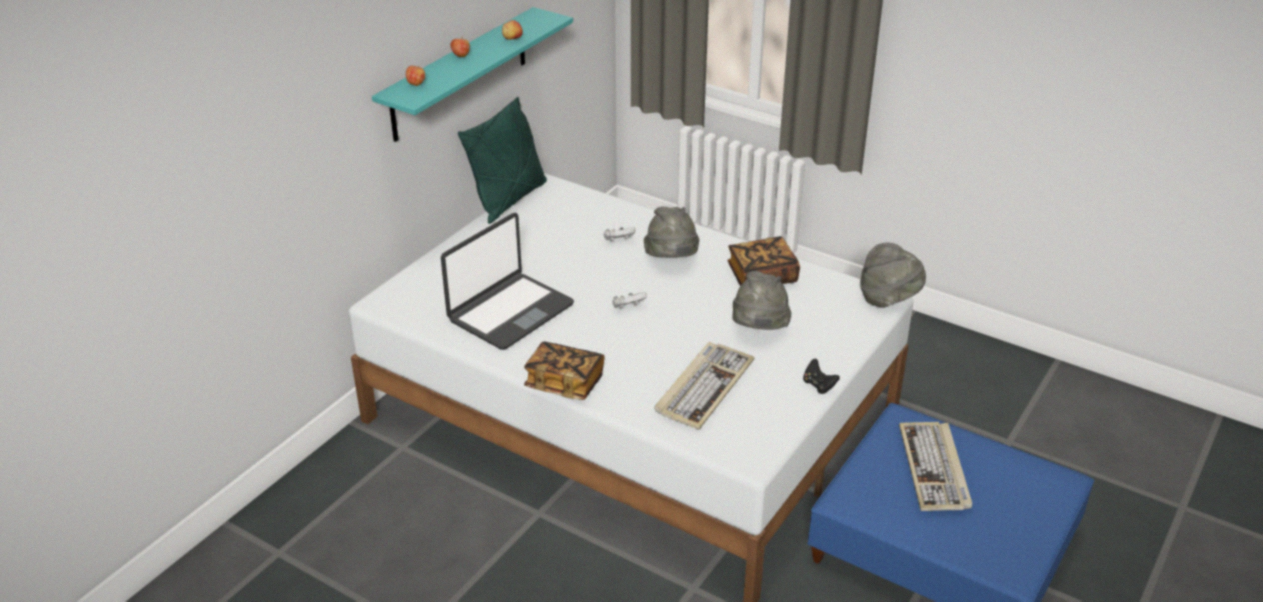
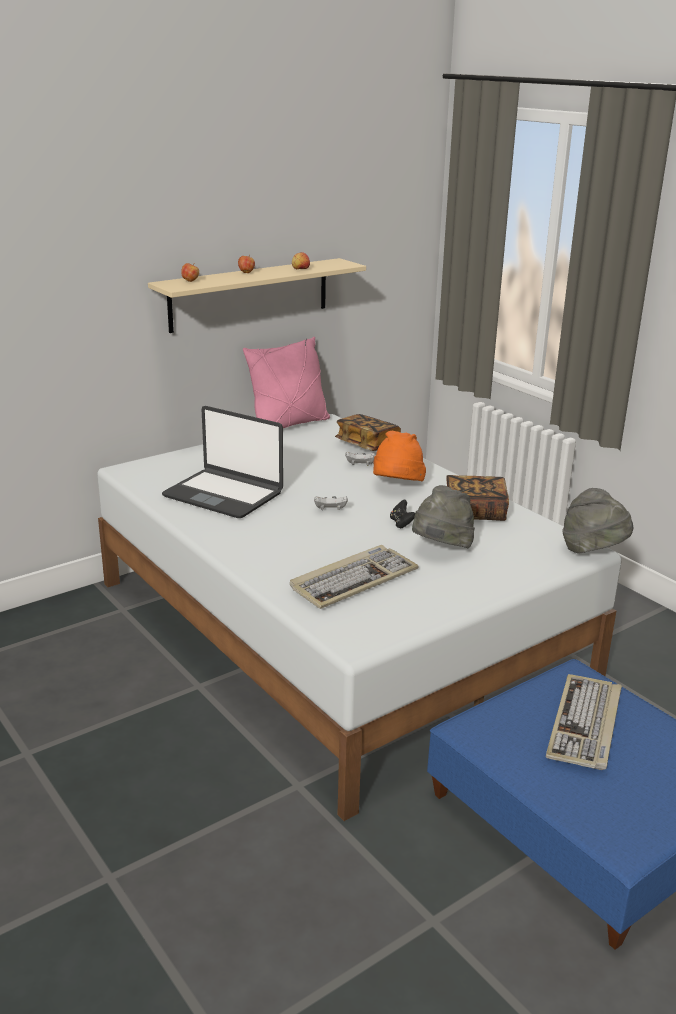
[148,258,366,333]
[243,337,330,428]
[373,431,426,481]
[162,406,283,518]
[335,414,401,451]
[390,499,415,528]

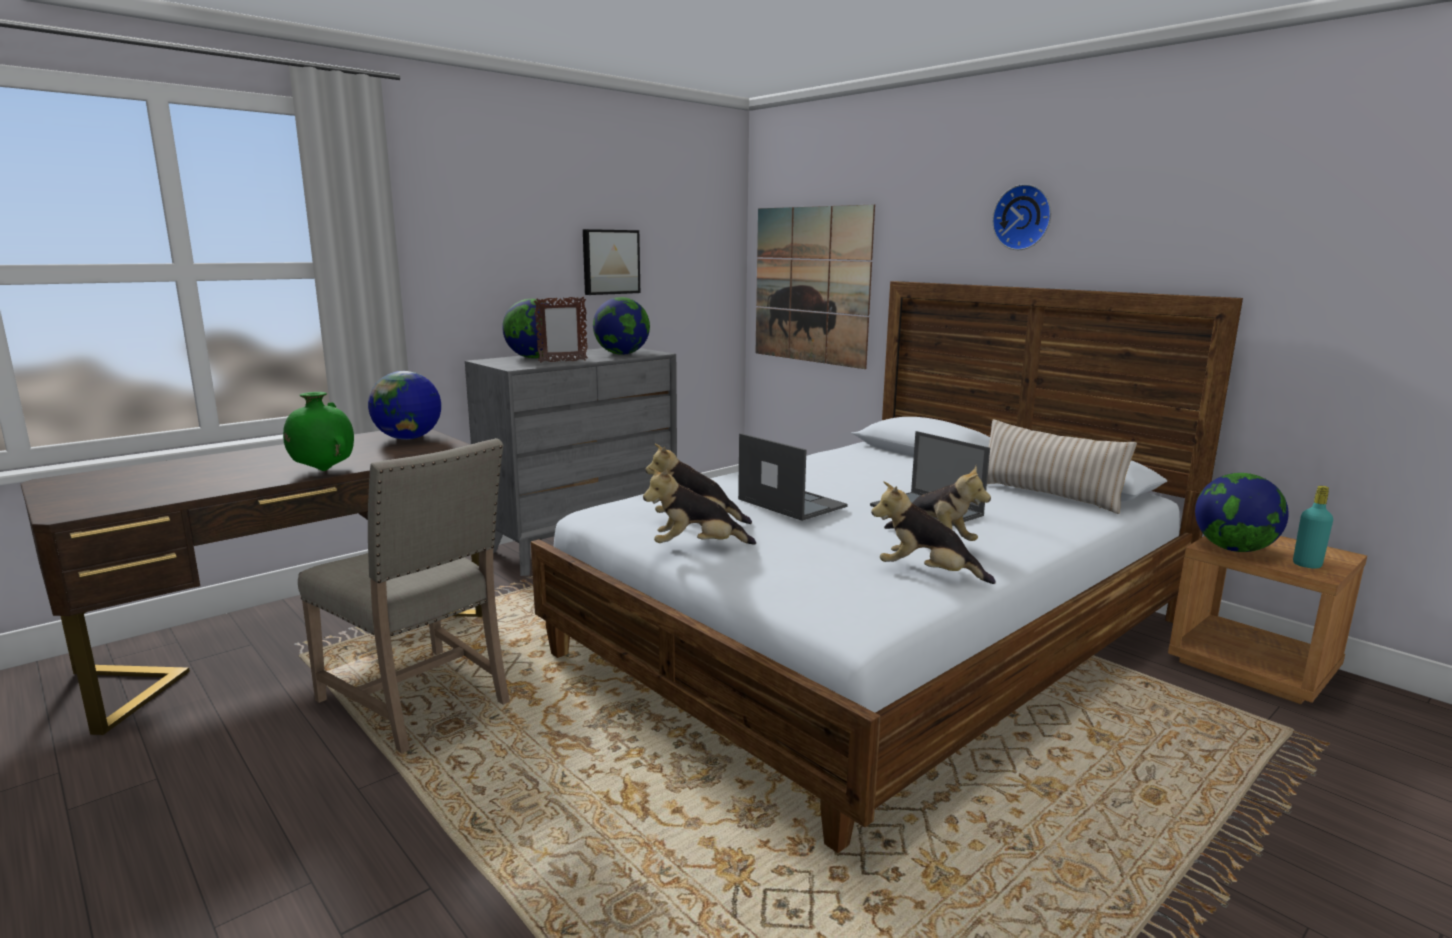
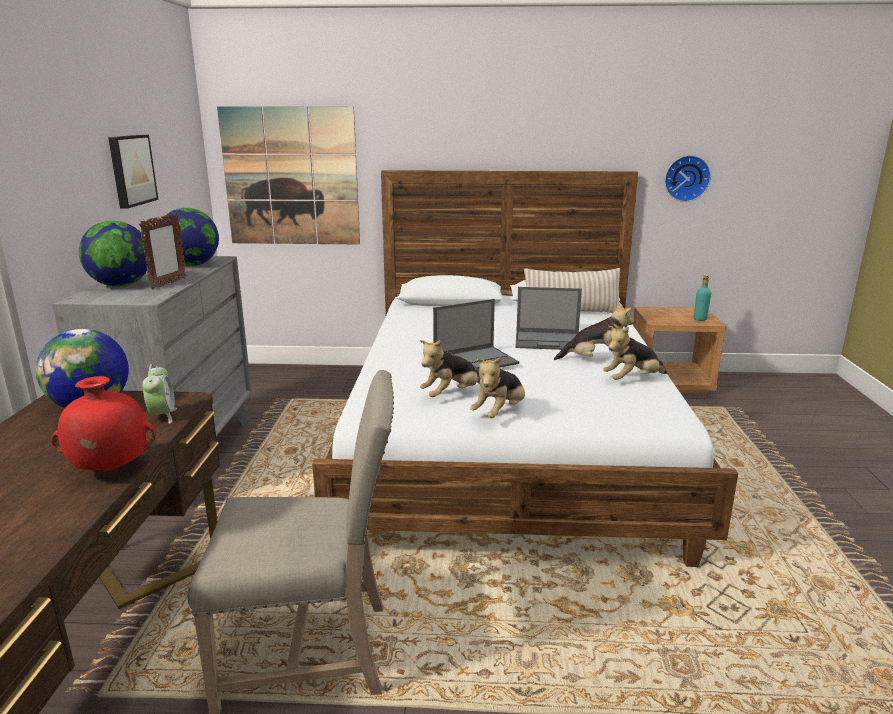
[665,155,711,202]
[51,376,156,471]
[433,299,519,372]
[1195,473,1289,552] (first image)
[142,364,177,424]

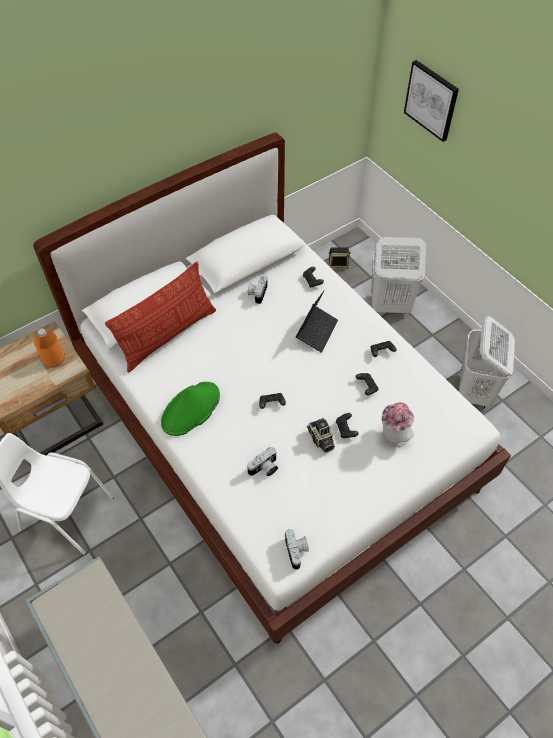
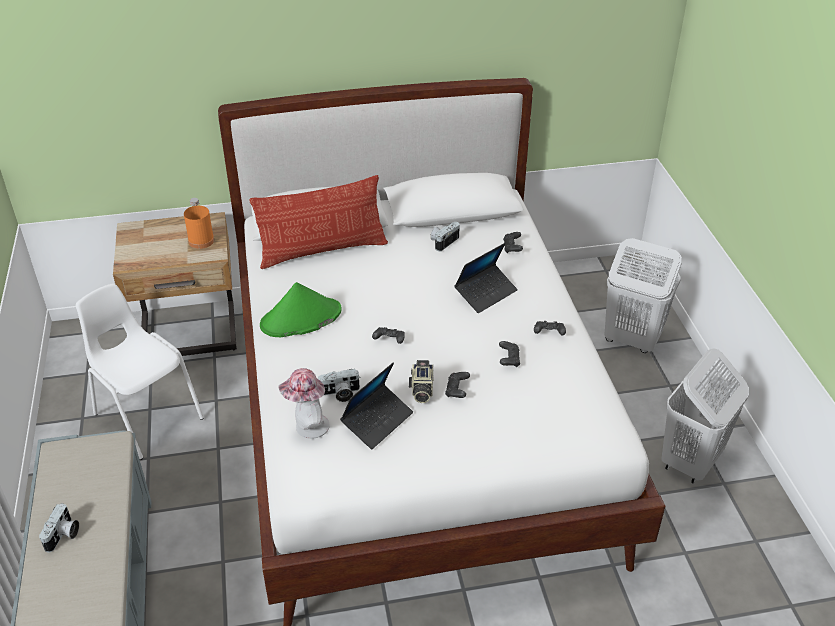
[404,60,459,142] (first image)
[329,247,351,269] (first image)
[278,368,330,439]
[39,503,79,553]
[340,362,413,449]

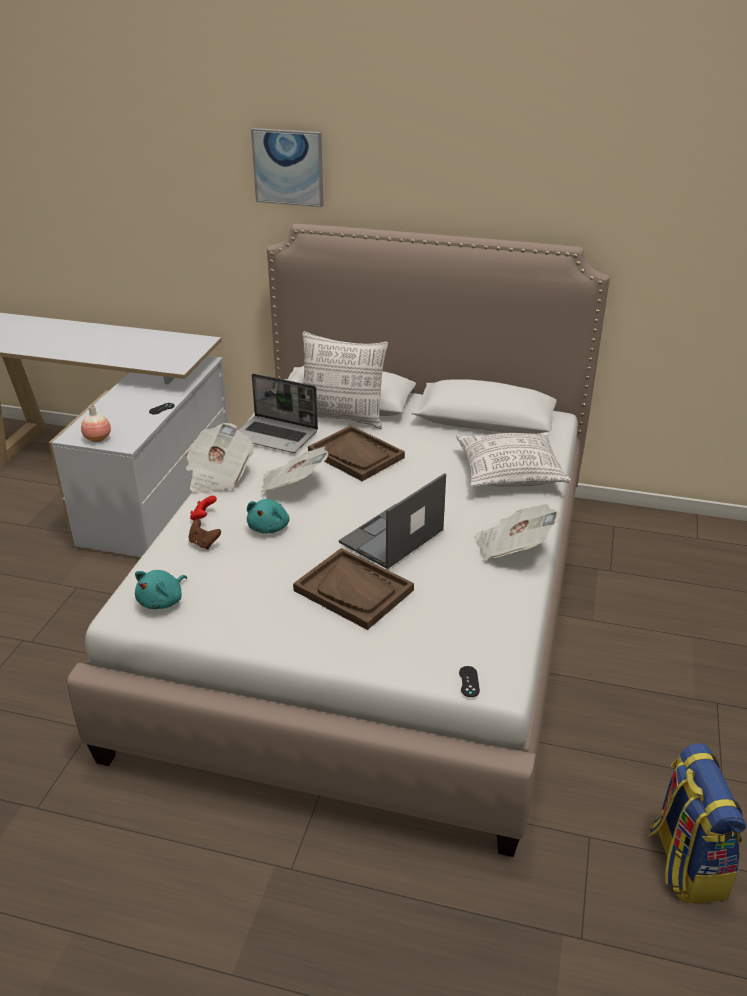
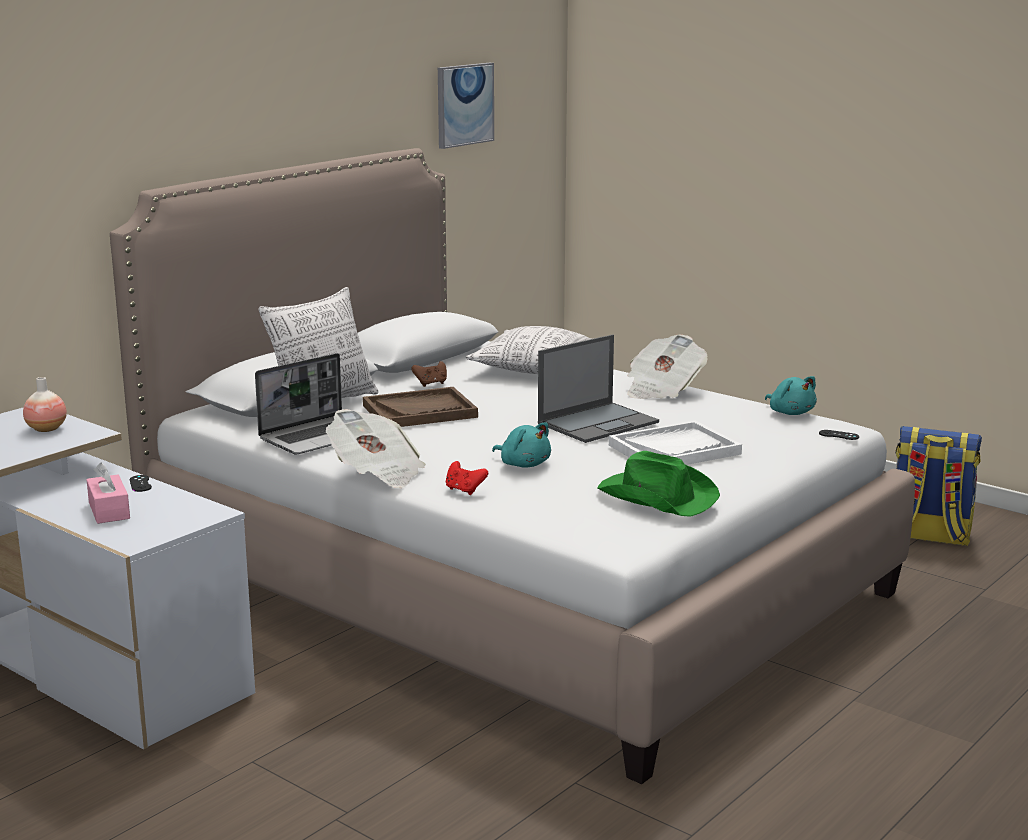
[438,63,494,149]
[23,377,67,432]
[261,447,328,492] (first image)
[538,334,659,443]
[411,361,447,387]
[609,421,742,465]
[765,376,817,415]
[597,451,720,517]
[86,463,130,524]

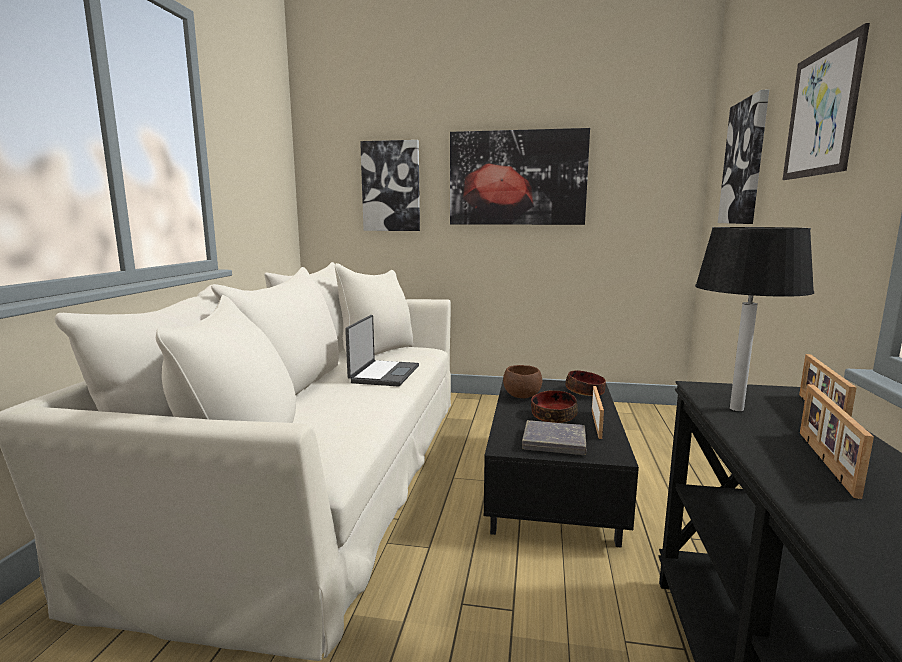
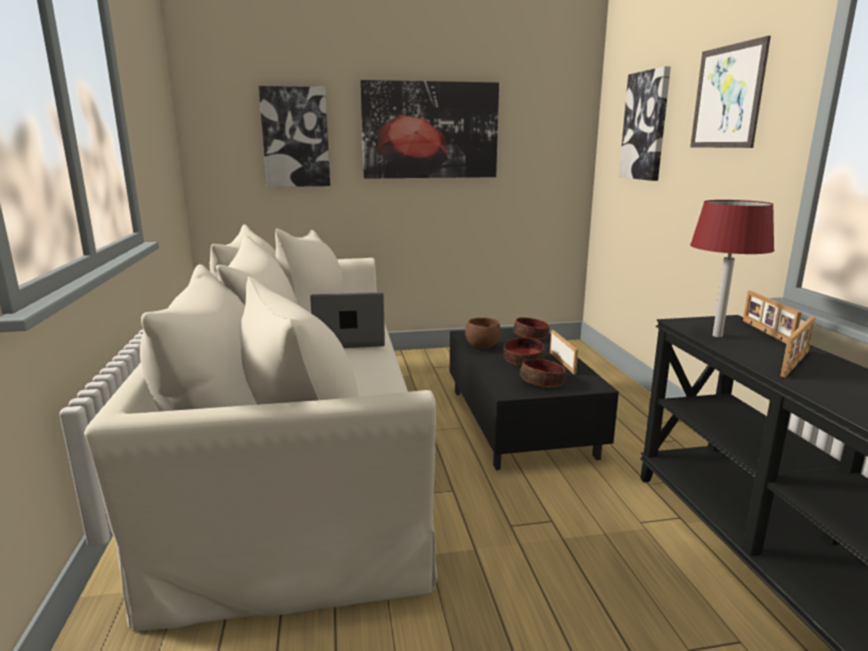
[690,200,775,337]
[310,292,385,348]
[780,316,816,377]
[520,359,566,387]

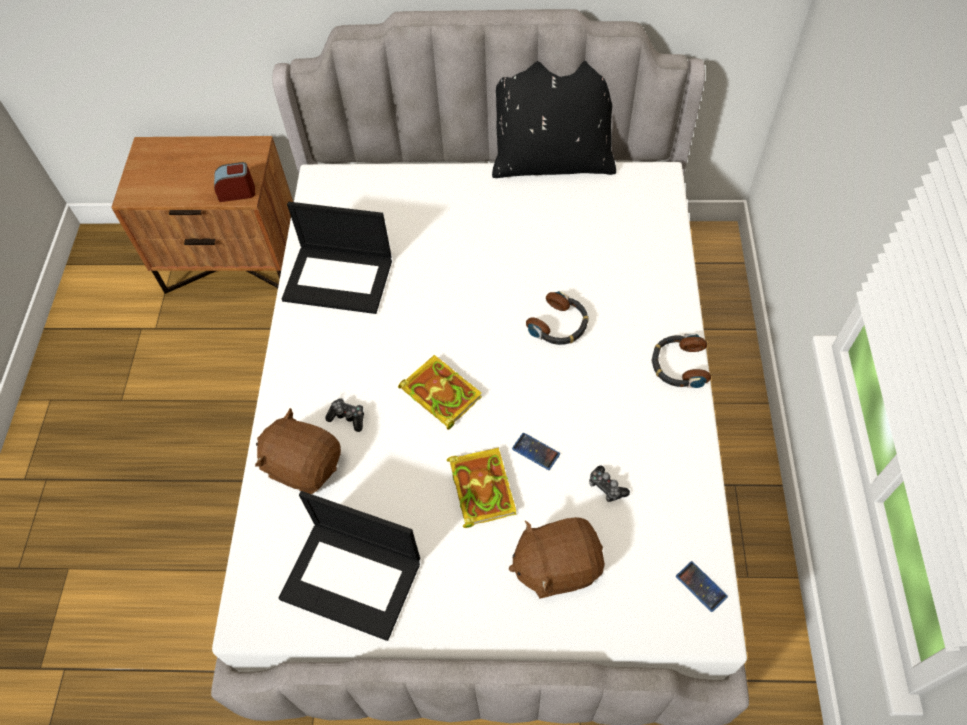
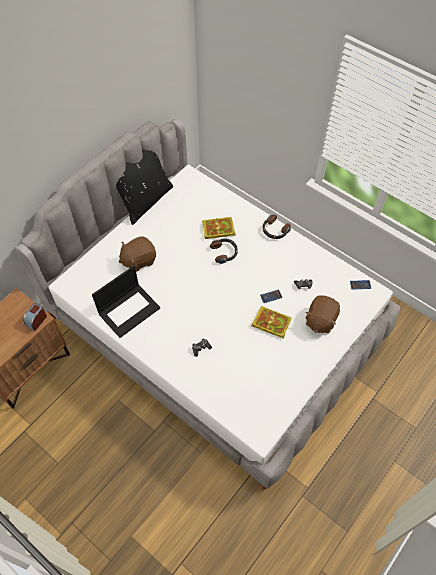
[202,217,236,239]
[119,236,156,272]
[278,491,420,641] (first image)

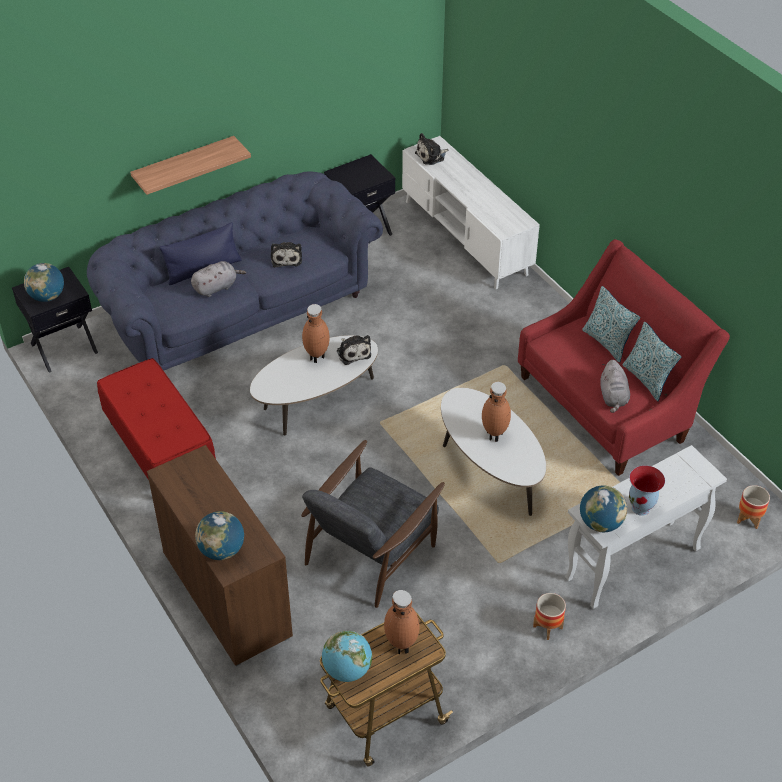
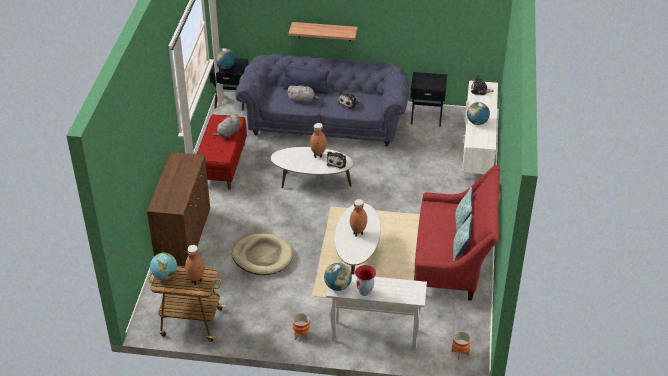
[212,114,241,138]
[232,233,293,275]
[467,102,490,125]

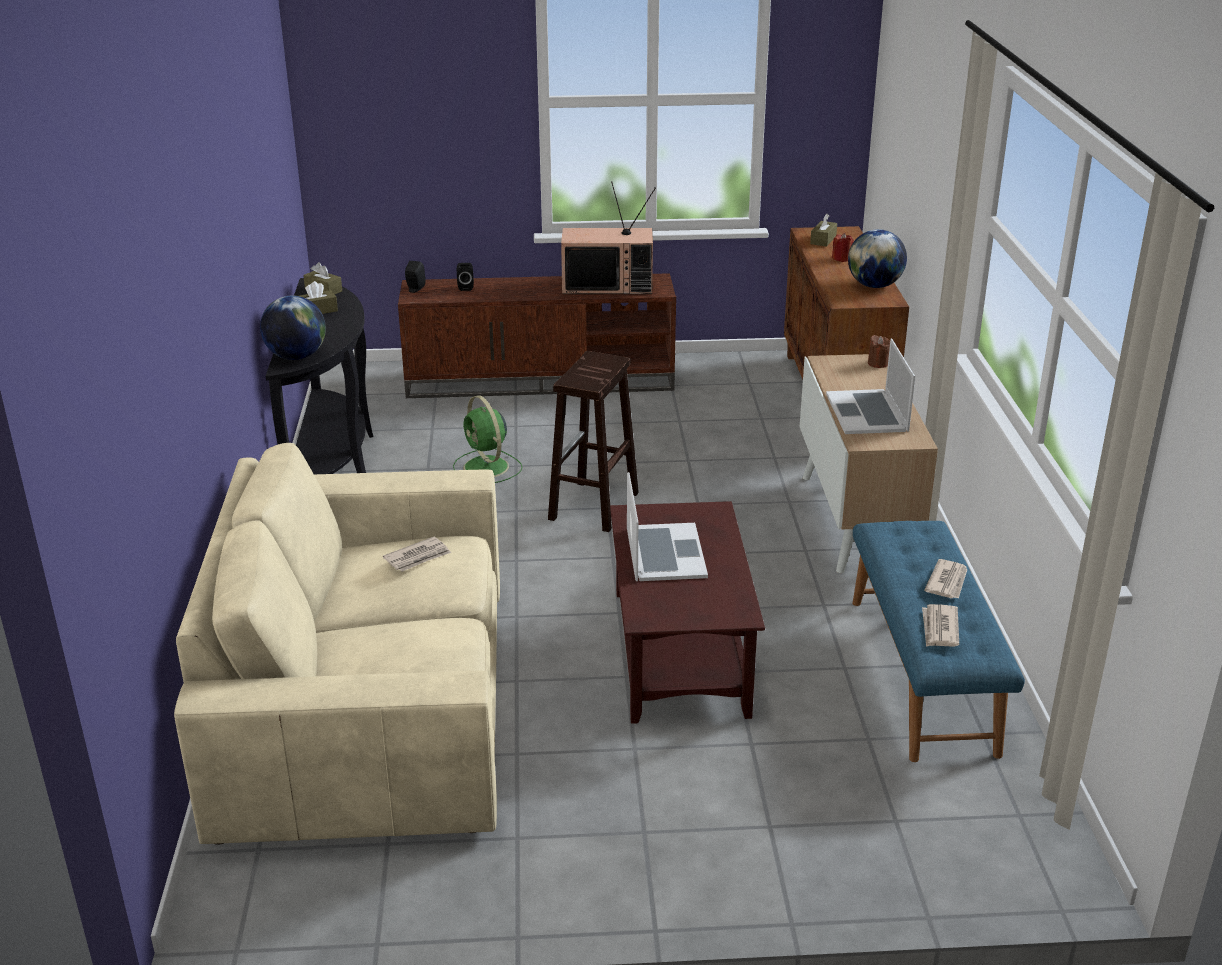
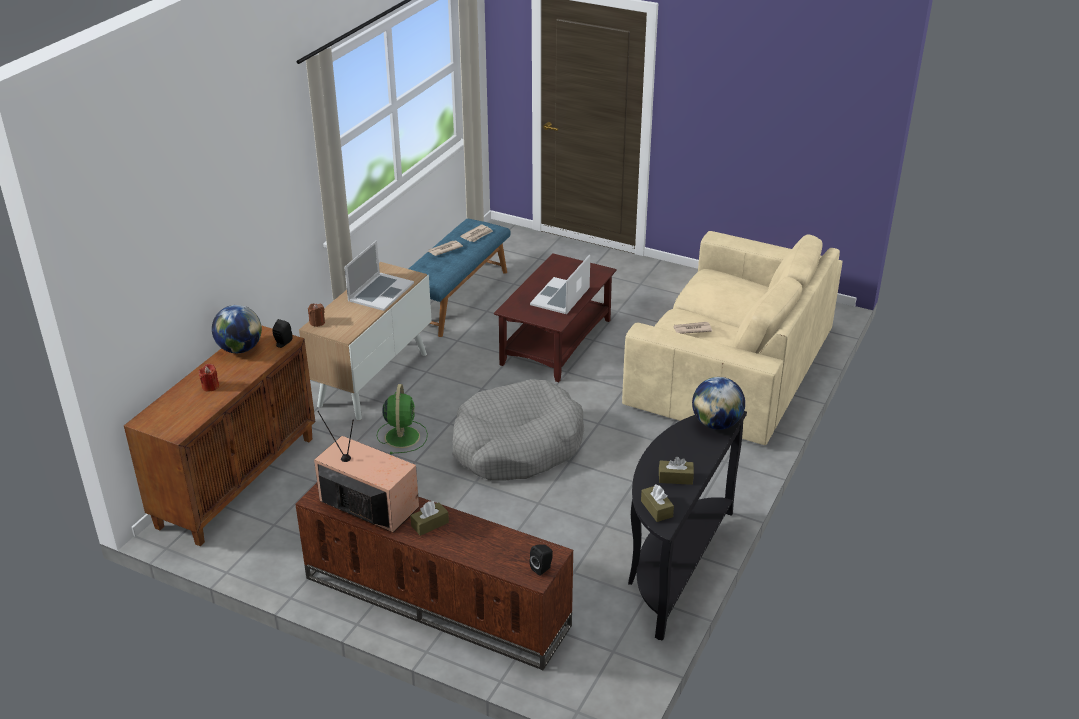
[410,501,449,536]
[272,319,293,348]
[453,379,584,481]
[377,384,428,454]

